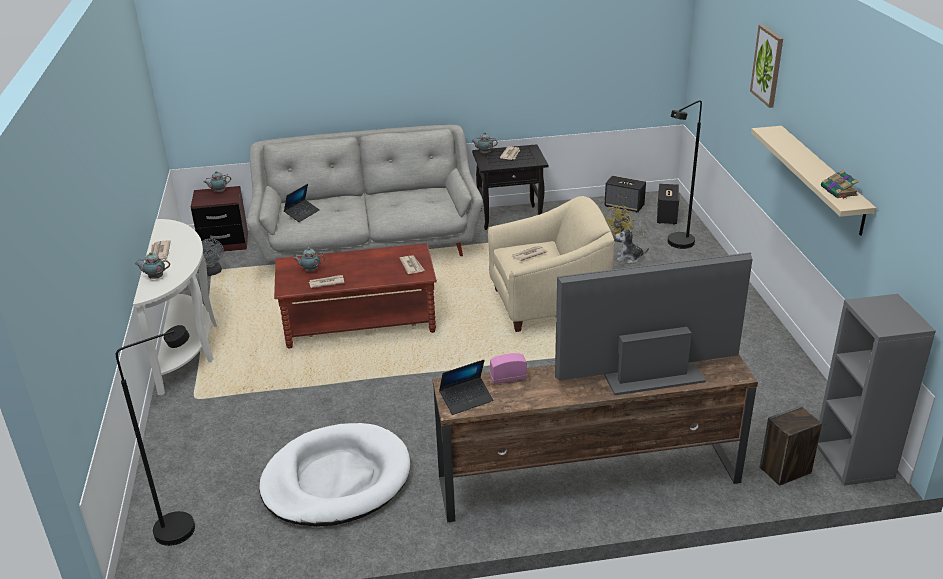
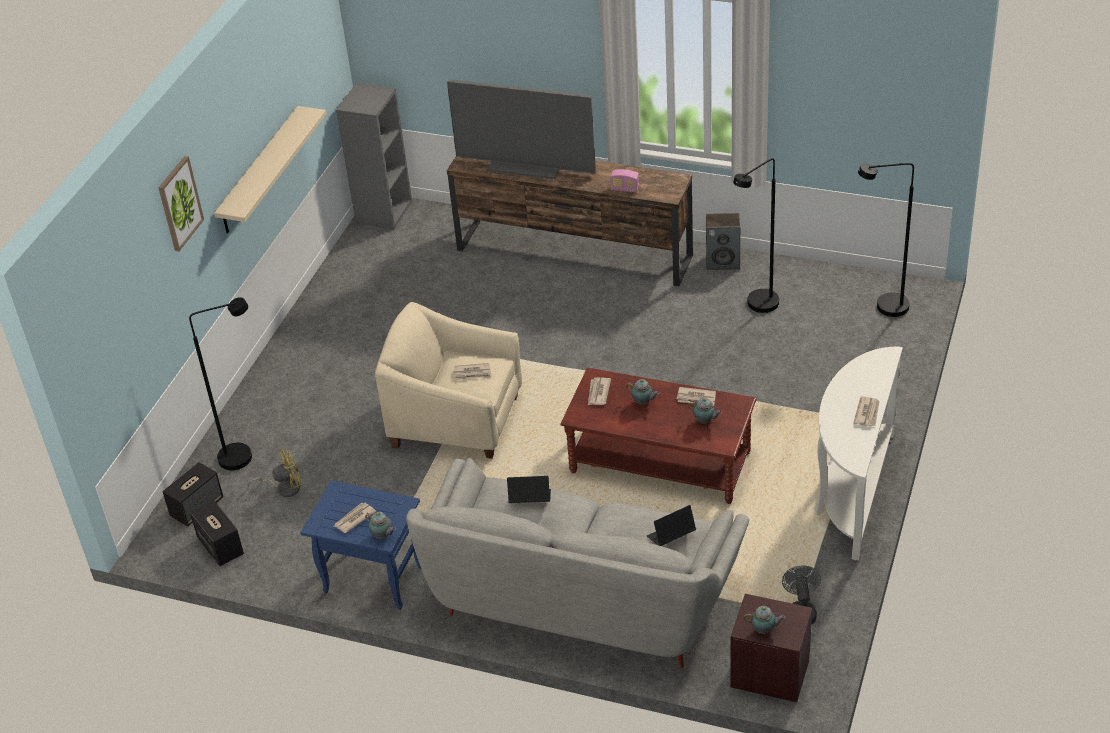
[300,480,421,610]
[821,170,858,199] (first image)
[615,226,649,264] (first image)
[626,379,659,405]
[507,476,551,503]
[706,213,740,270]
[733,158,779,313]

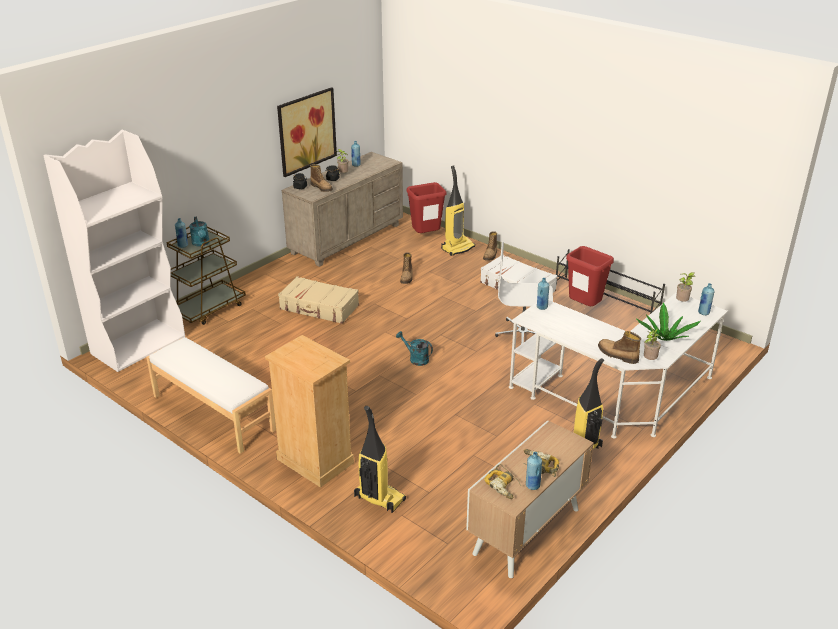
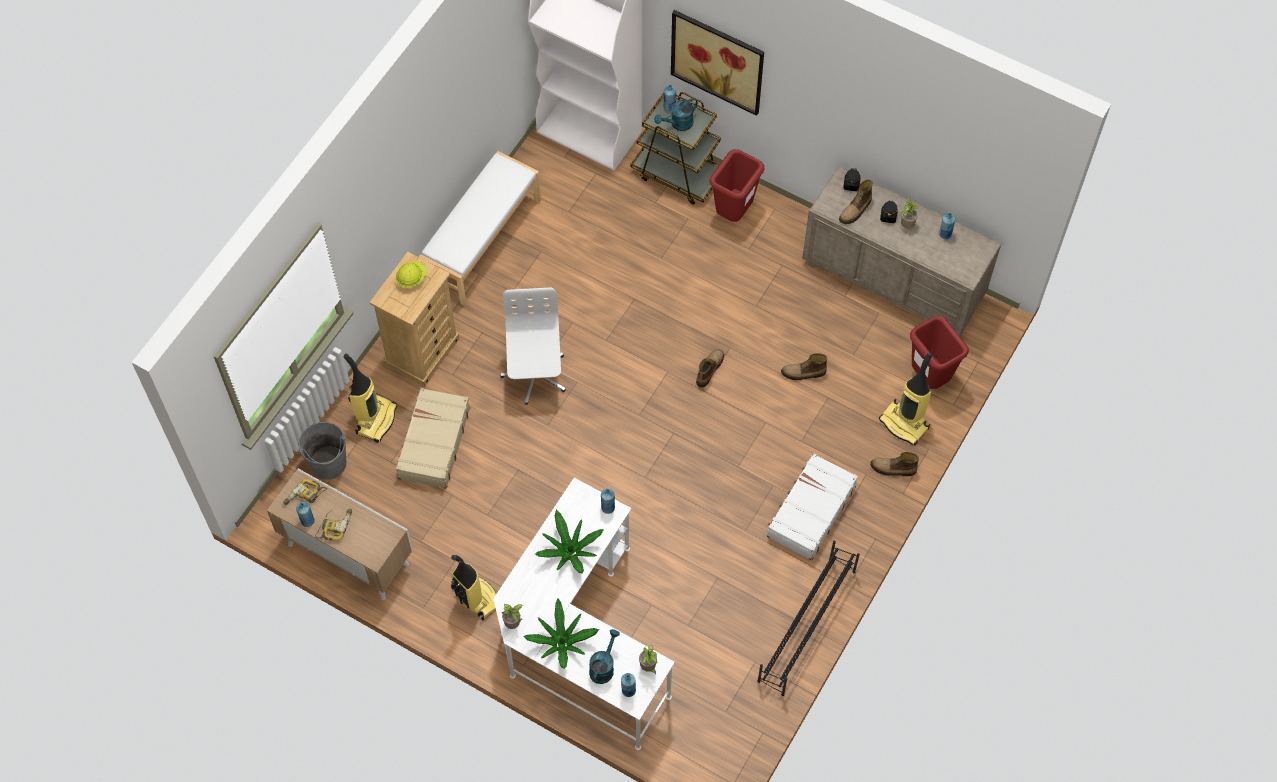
[671,10,764,116]
[500,287,566,405]
[710,149,765,222]
[396,388,470,489]
[589,629,620,684]
[696,349,724,388]
[396,261,426,288]
[299,422,346,480]
[535,510,604,574]

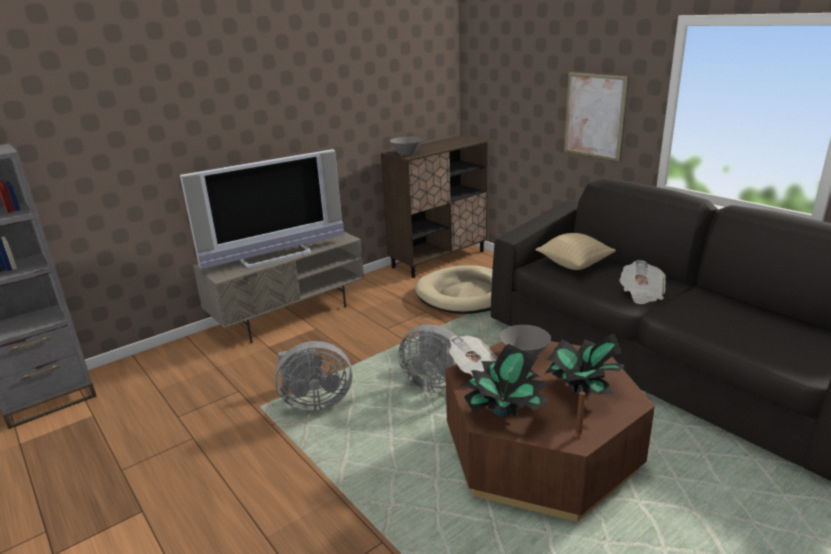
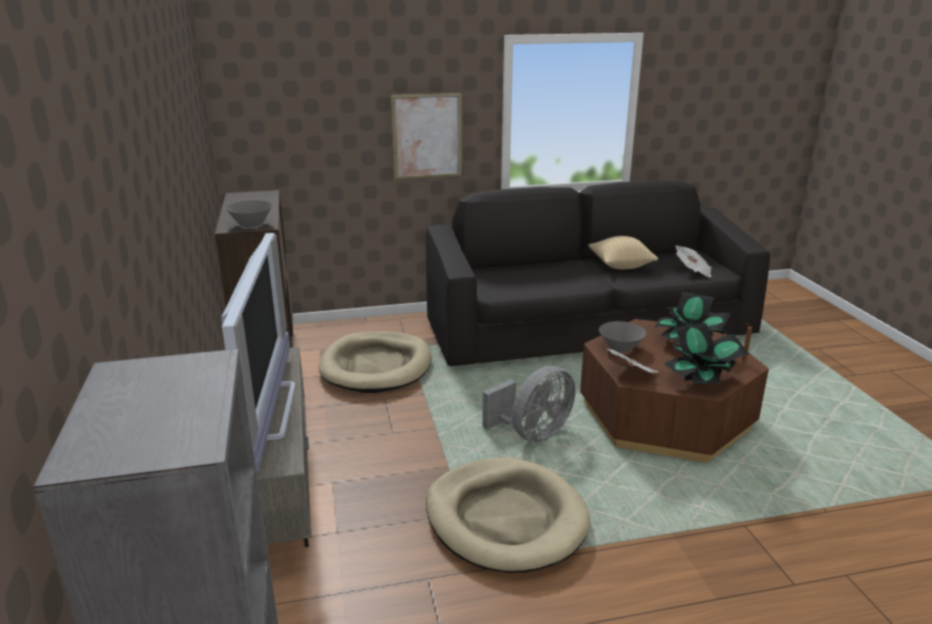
[589,236,658,269]
[676,246,712,277]
[426,458,590,573]

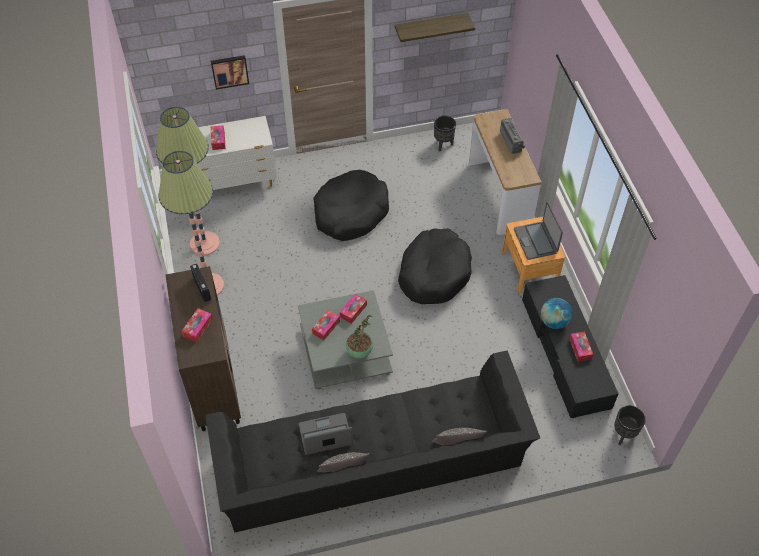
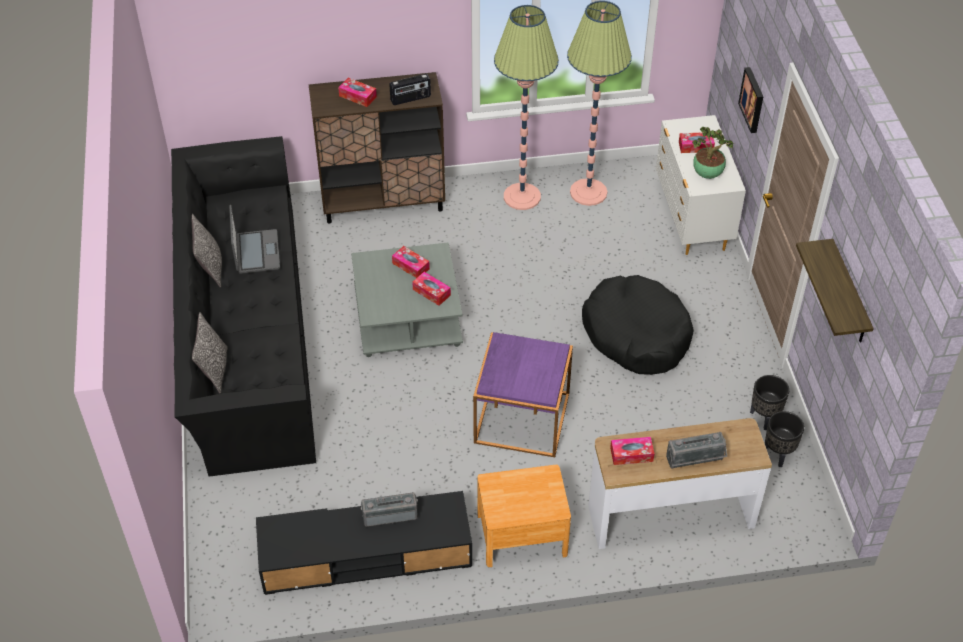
[514,202,563,260] (first image)
[473,332,573,457]
[361,492,418,527]
[692,127,734,179]
[610,437,654,465]
[750,375,789,430]

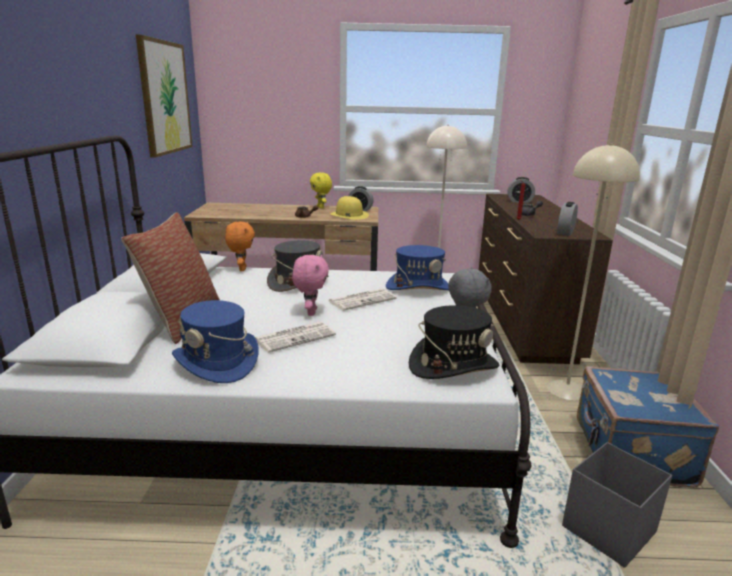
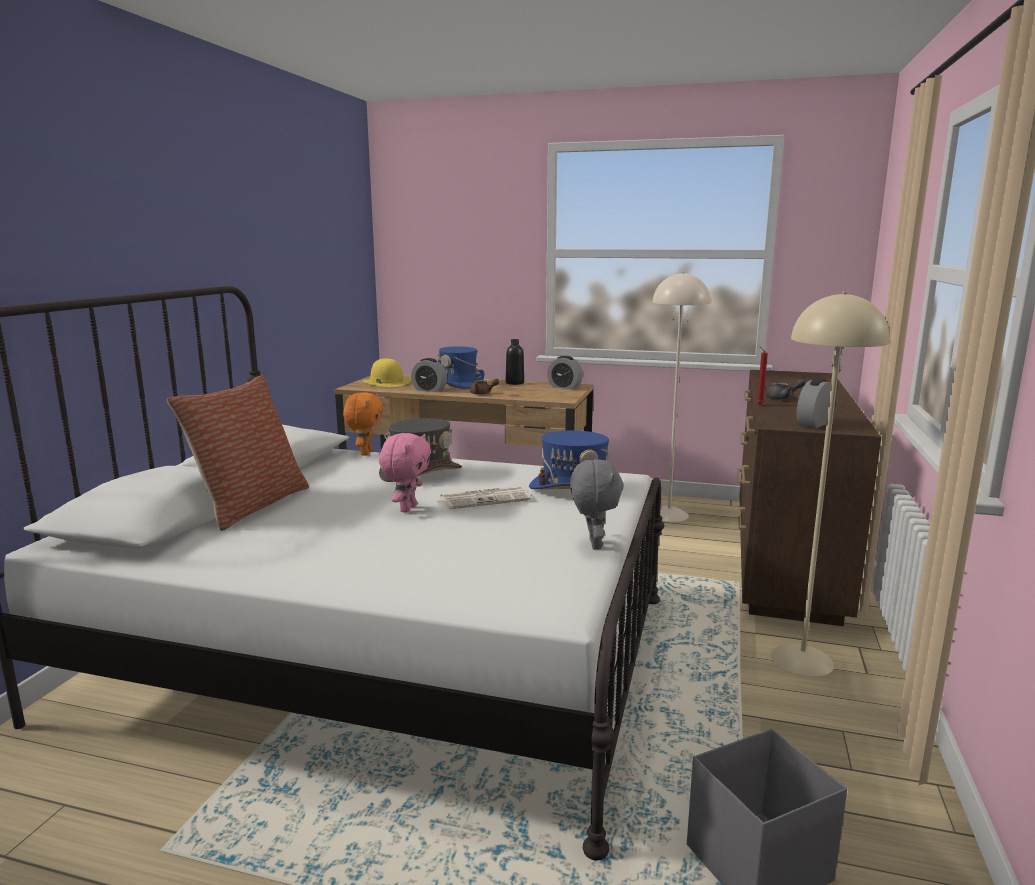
[136,34,193,158] (first image)
[506,339,524,385]
[411,358,447,392]
[363,359,411,387]
[438,346,485,389]
[409,305,499,379] (first image)
[255,322,336,353] (first image)
[577,366,719,488] (first image)

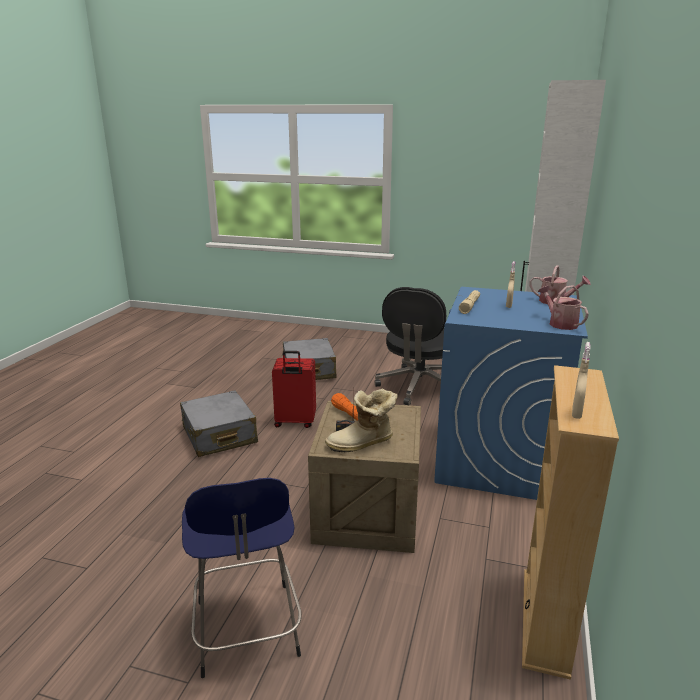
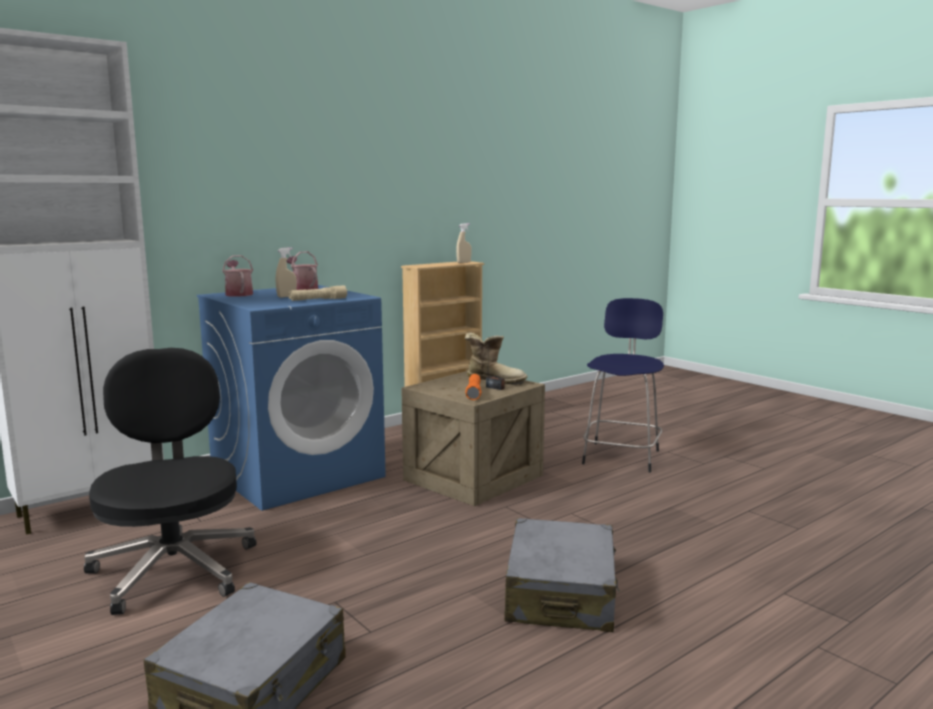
[287,251,318,290]
[84,348,256,615]
[272,351,316,428] (first image)

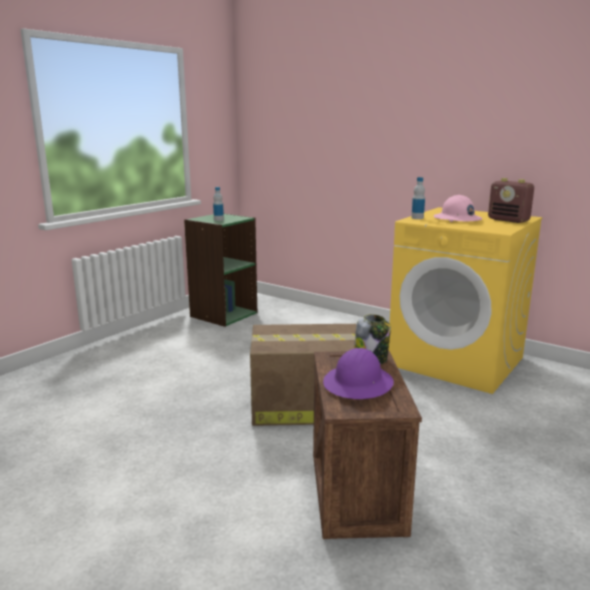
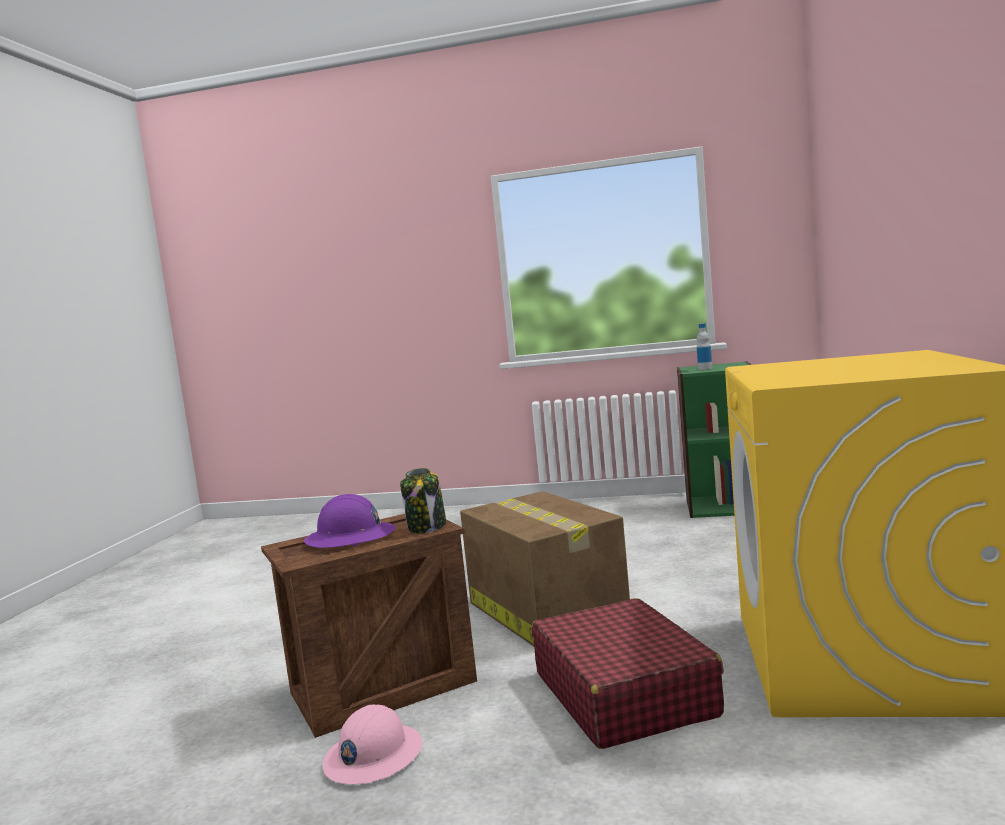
[411,177,425,219] (first image)
[488,178,534,223] (first image)
[323,704,422,784]
[532,598,724,749]

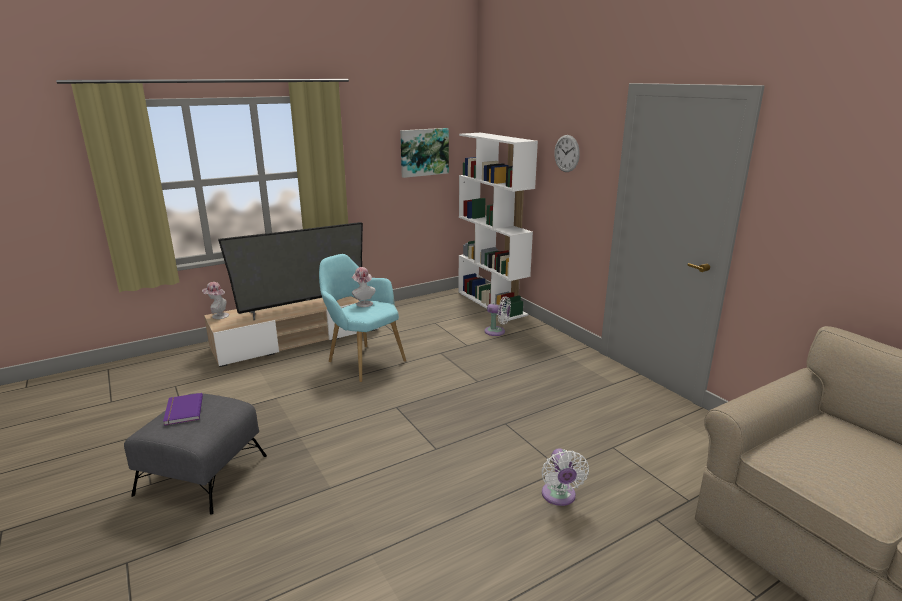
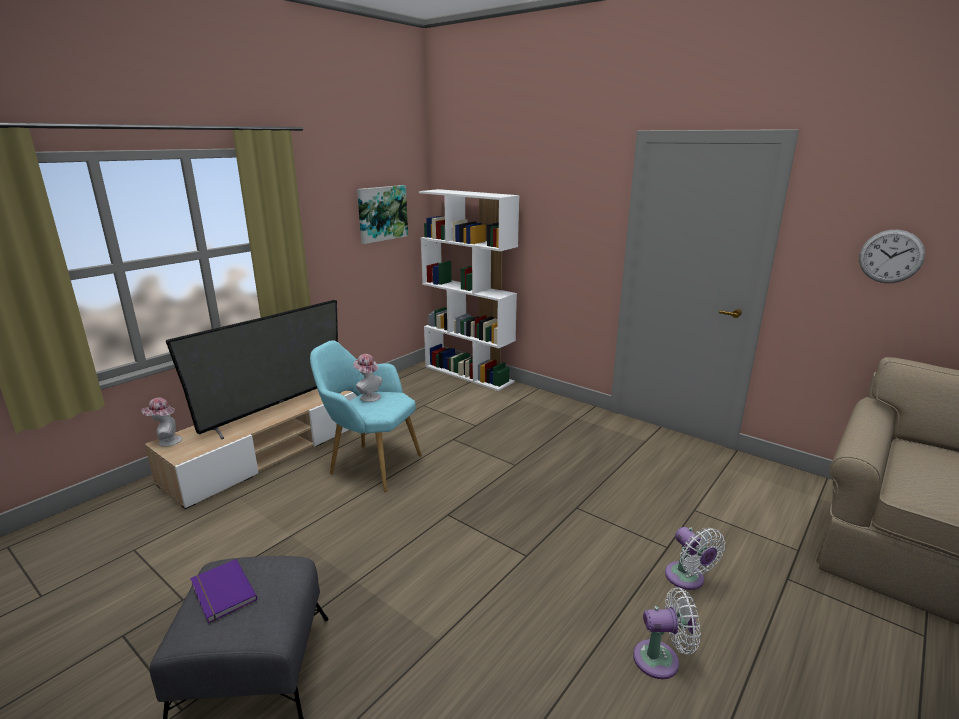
[859,230,925,283]
[633,587,701,679]

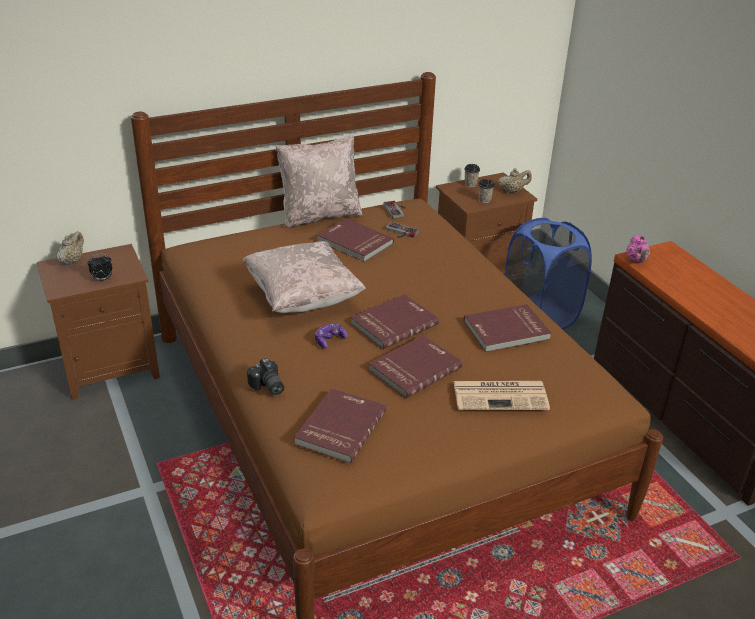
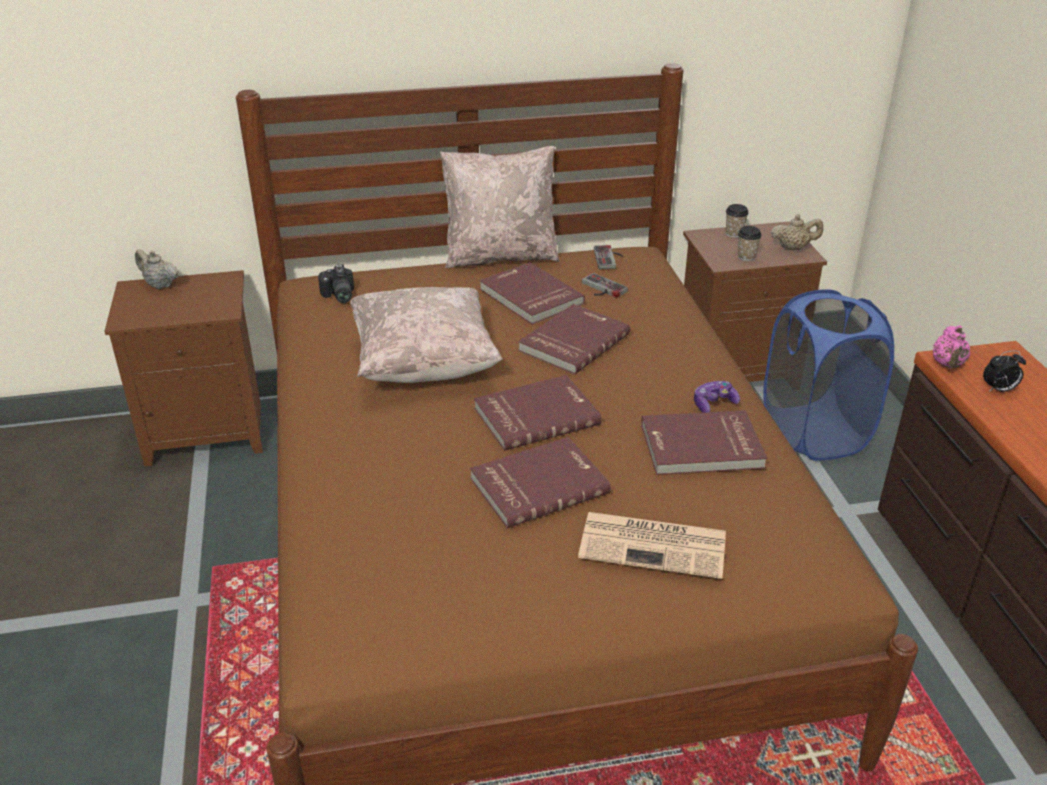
[135,249,179,289]
[983,350,1026,392]
[694,381,740,413]
[318,264,354,303]
[518,304,630,375]

